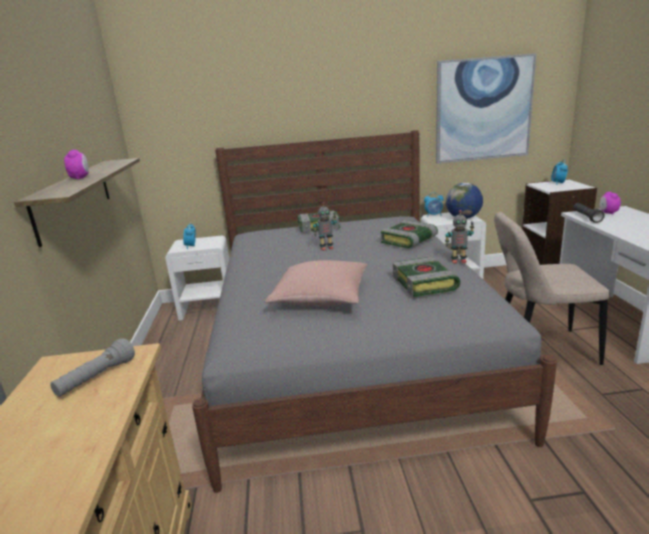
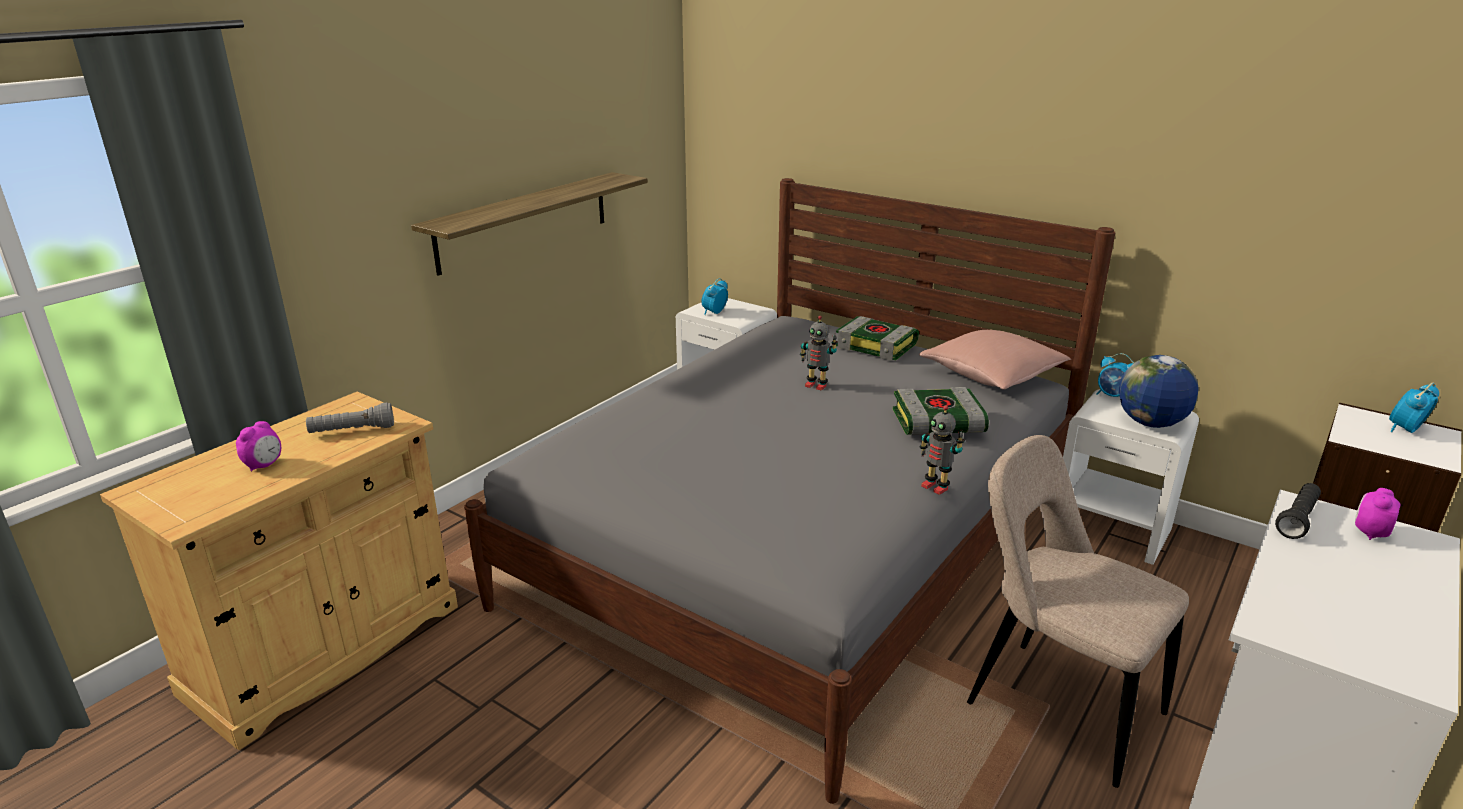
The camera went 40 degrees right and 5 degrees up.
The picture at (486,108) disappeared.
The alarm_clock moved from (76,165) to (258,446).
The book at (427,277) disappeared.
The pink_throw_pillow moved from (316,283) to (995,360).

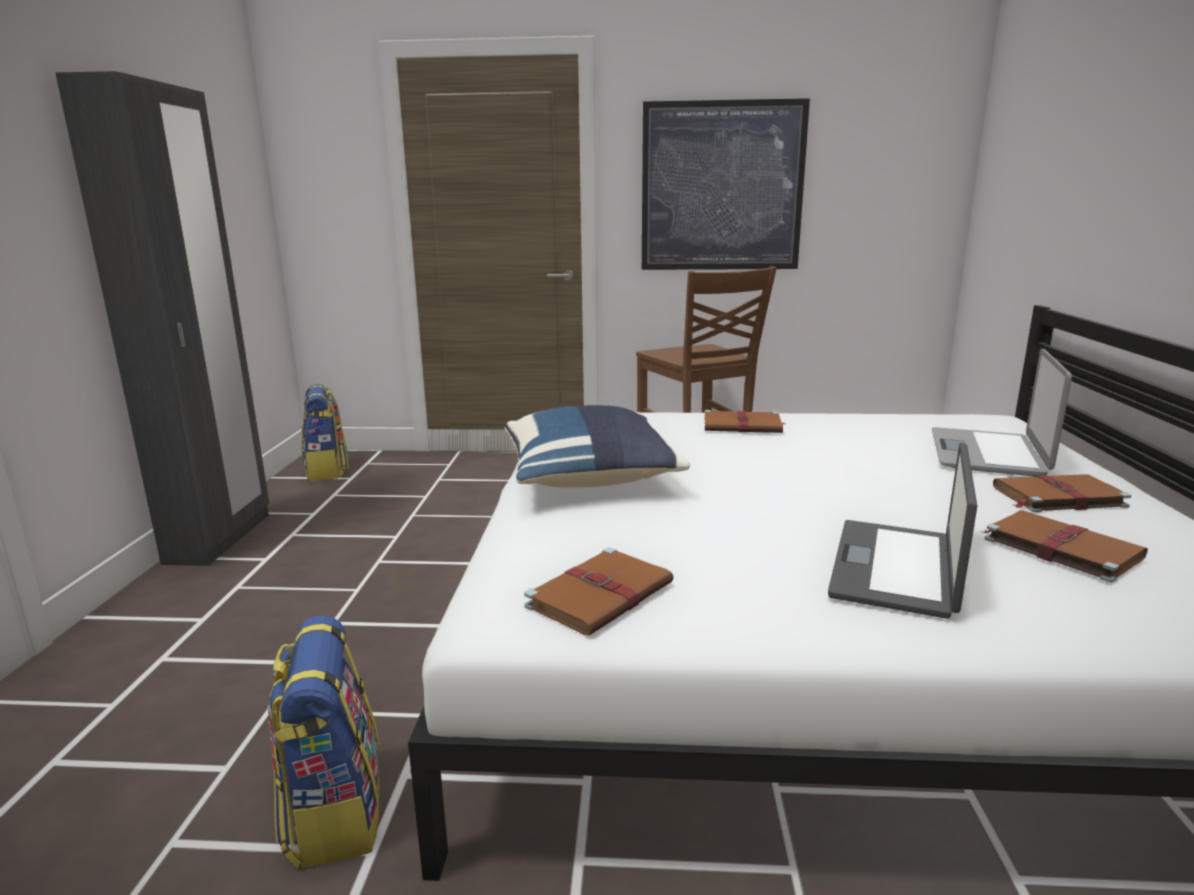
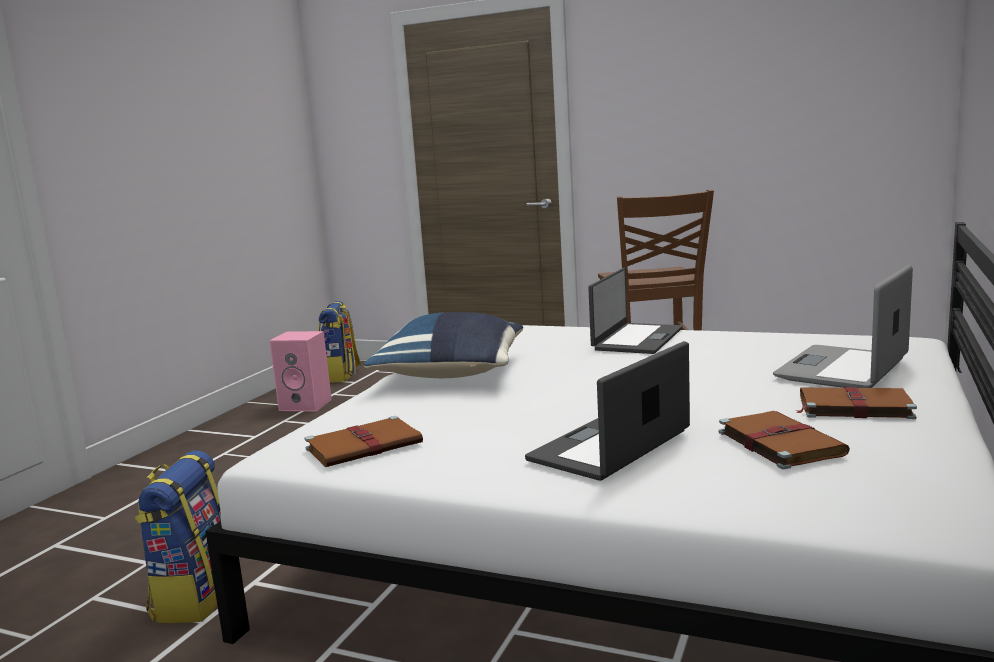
The camera went 20 degrees right and 5 degrees down.
The black_wardrobe at (162,318) disappeared.
The picture at (726,184) disappeared.
The brownish_book at (744,421) was replaced by the notebook_computer at (635,311).
The pink_speaker at (300,371) appeared.

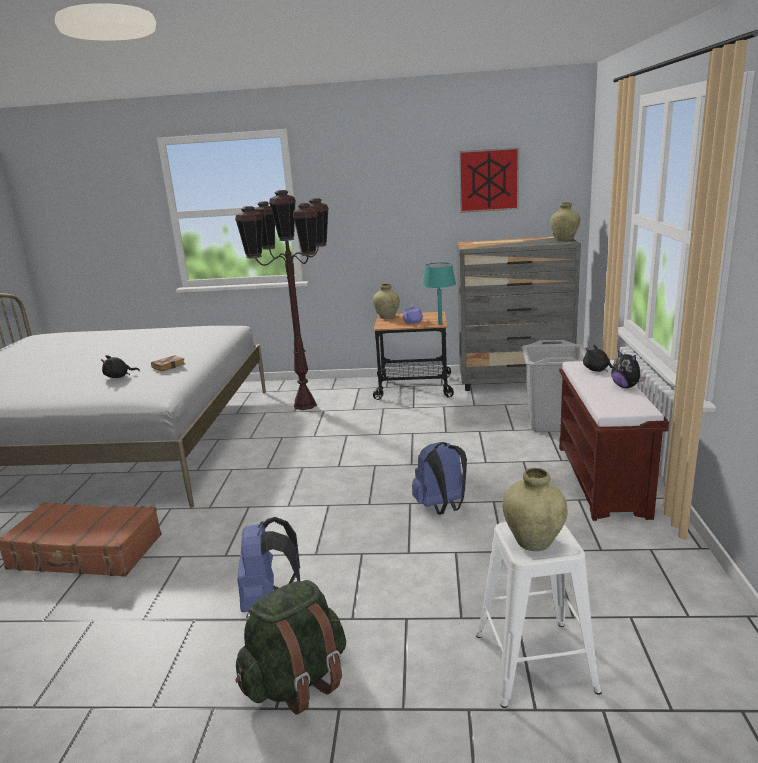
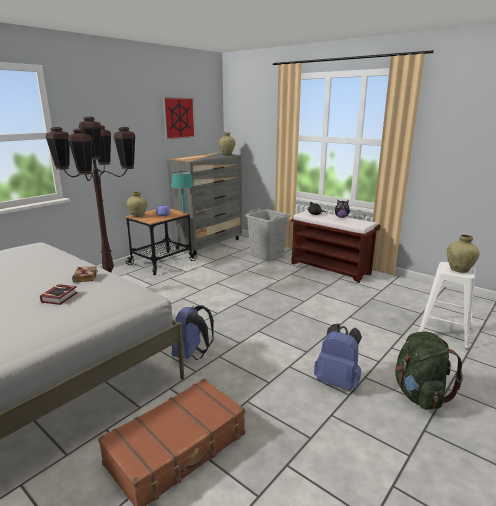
The camera went 55 degrees left and 0 degrees up.
The black_plush_toy at (120,366) was replaced by the book at (59,294).
The bluish_backpack moved from (439,478) to (192,332).

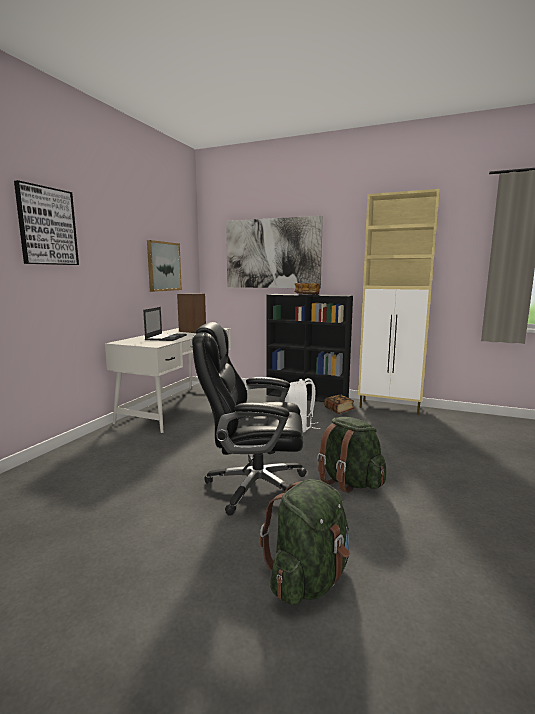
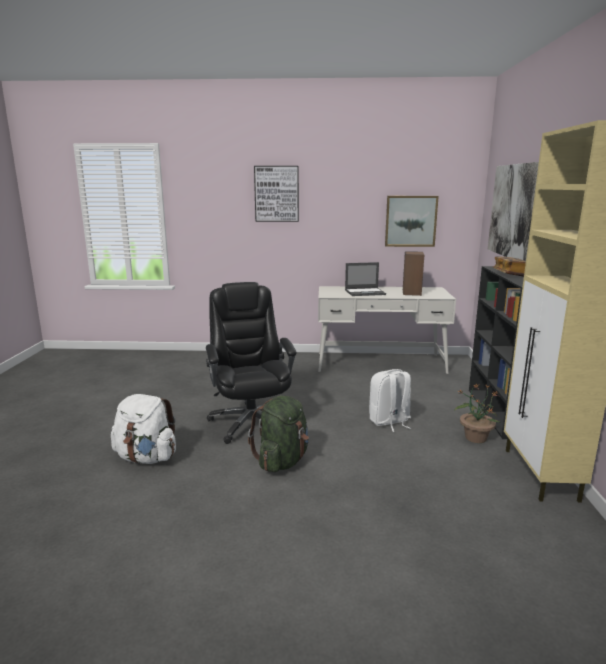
The camera went 70 degrees right and 5 degrees up.
The book at (339,404) was replaced by the houseplant at (477,413).
The green-coloured_backpack at (305,542) became the white_backpack at (143,429).

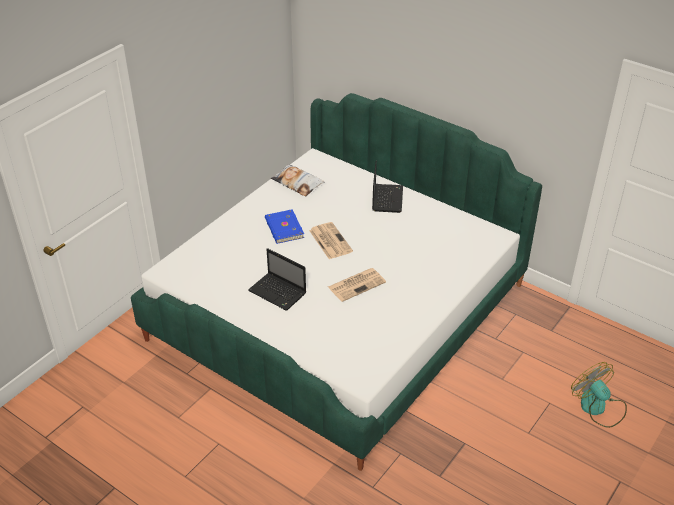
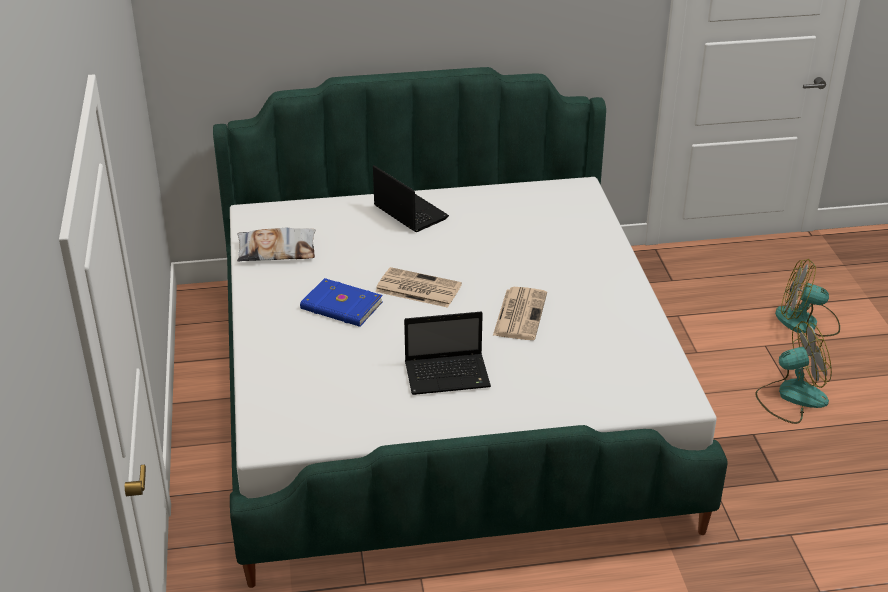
The camera went 45 degrees left and 5 degrees down.
The electric_fan at (793,372) appeared.

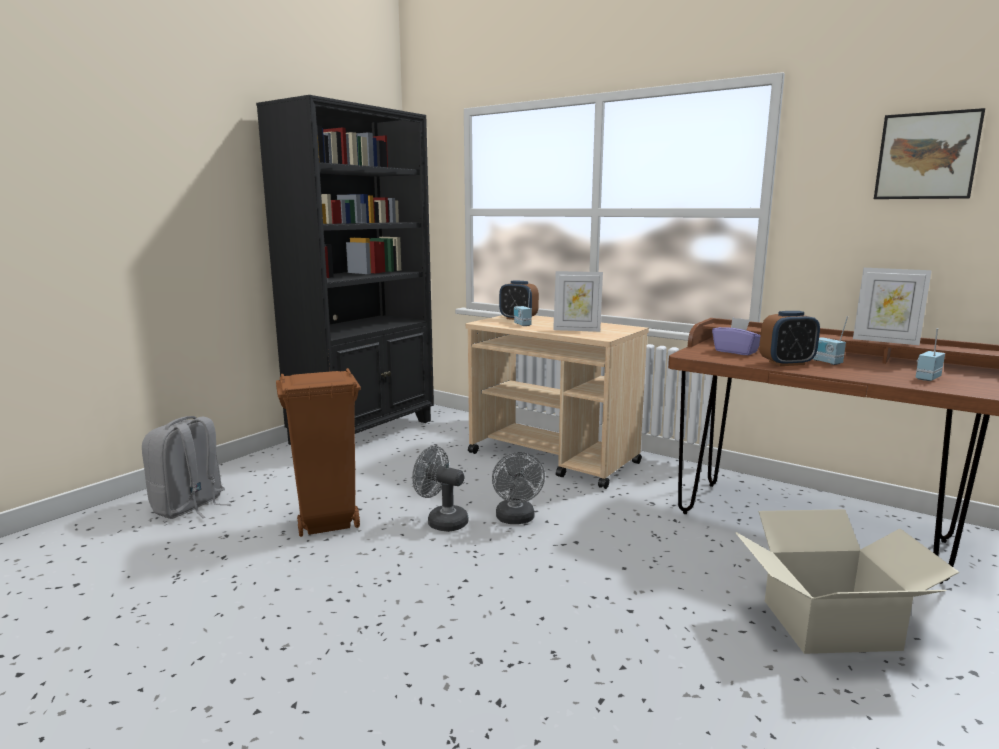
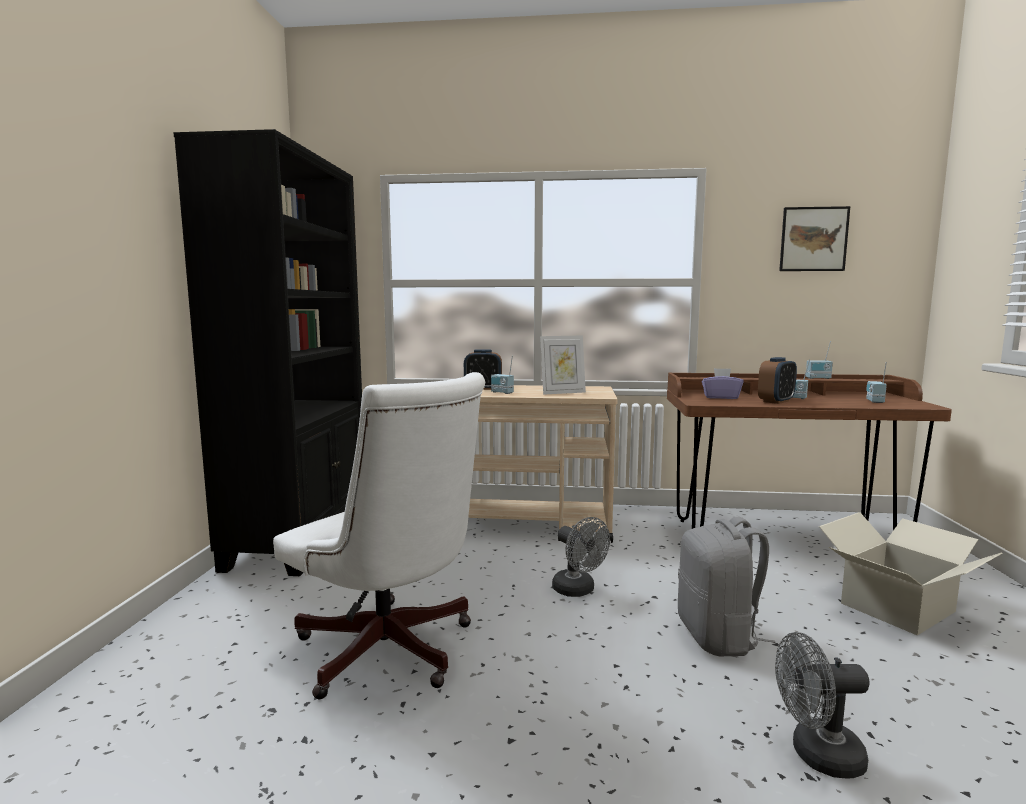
The camera went 30 degrees left and 5 degrees down.
The photo_frame at (892,306) was replaced by the radio at (819,360).
The brownish_trash_can at (318,452) was replaced by the white_computer_chair at (379,535).
The gray_backpack moved from (186,467) to (727,586).
The gray_electric_fan moved from (440,489) to (822,705).

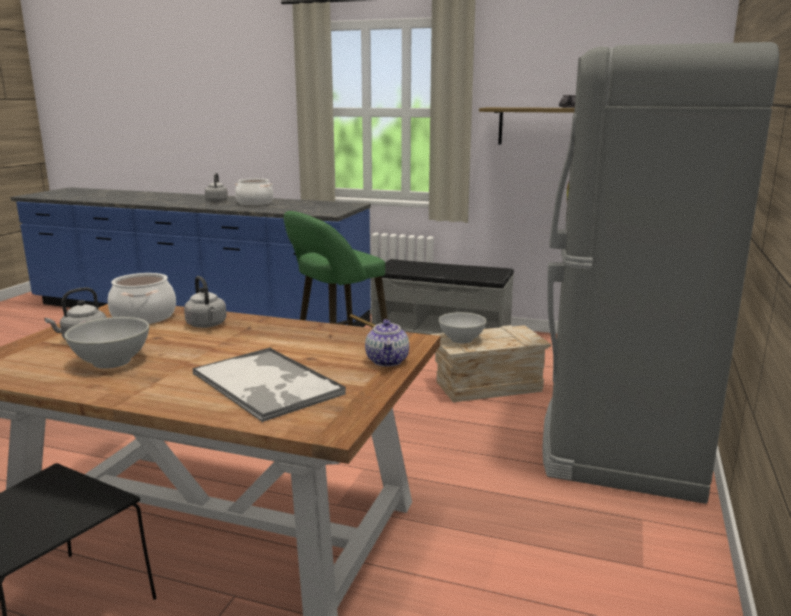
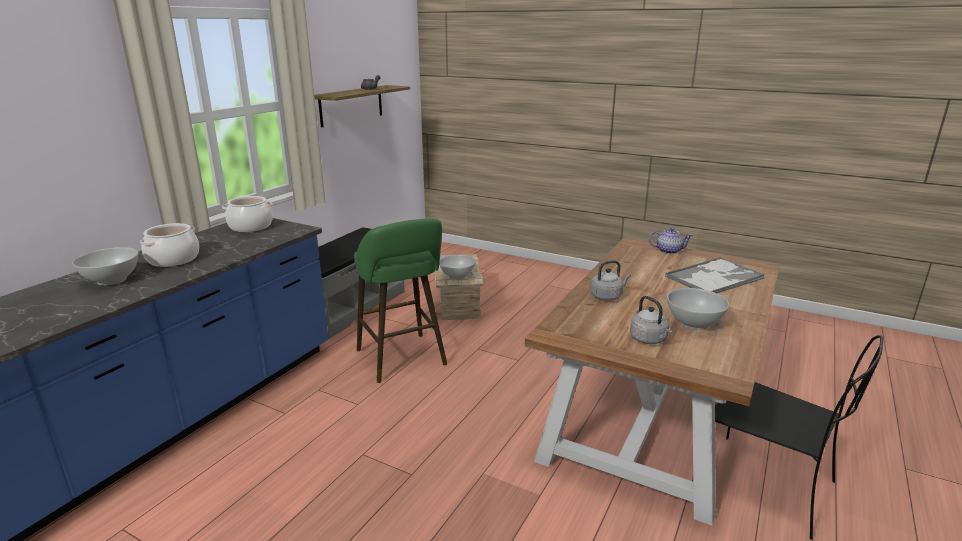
The camera went 80 degrees left and 5 degrees up.
The gray_kitchen_fridge at (661,273) disappeared.
The gray_water_kettle at (216,187) was replaced by the white_serving_bowl at (105,266).
The saucepot moved from (142,298) to (247,214).

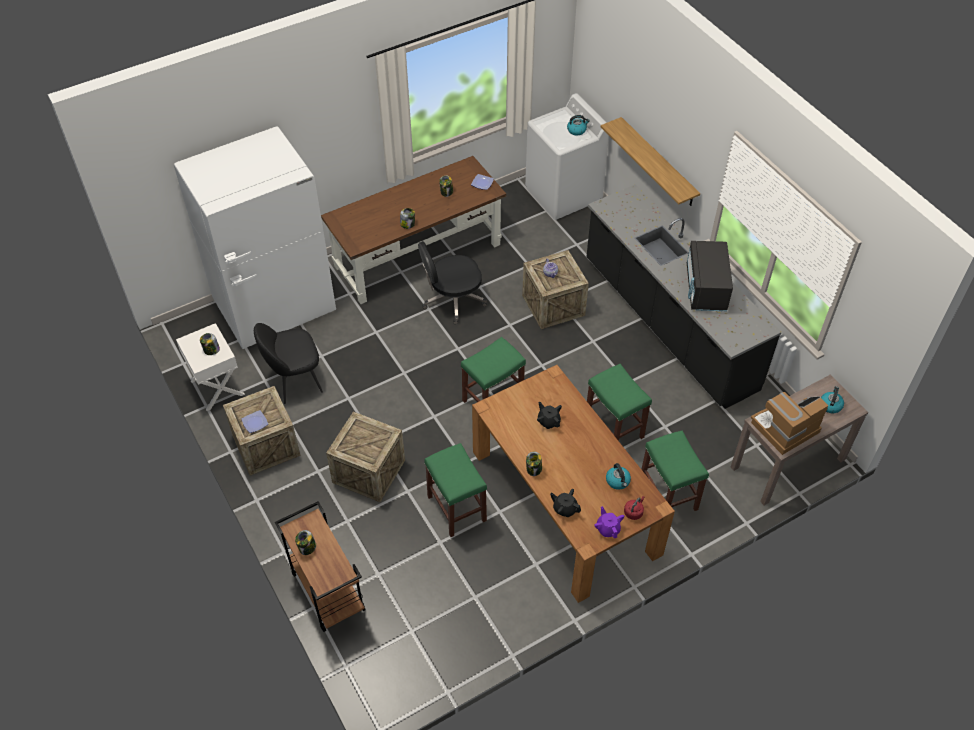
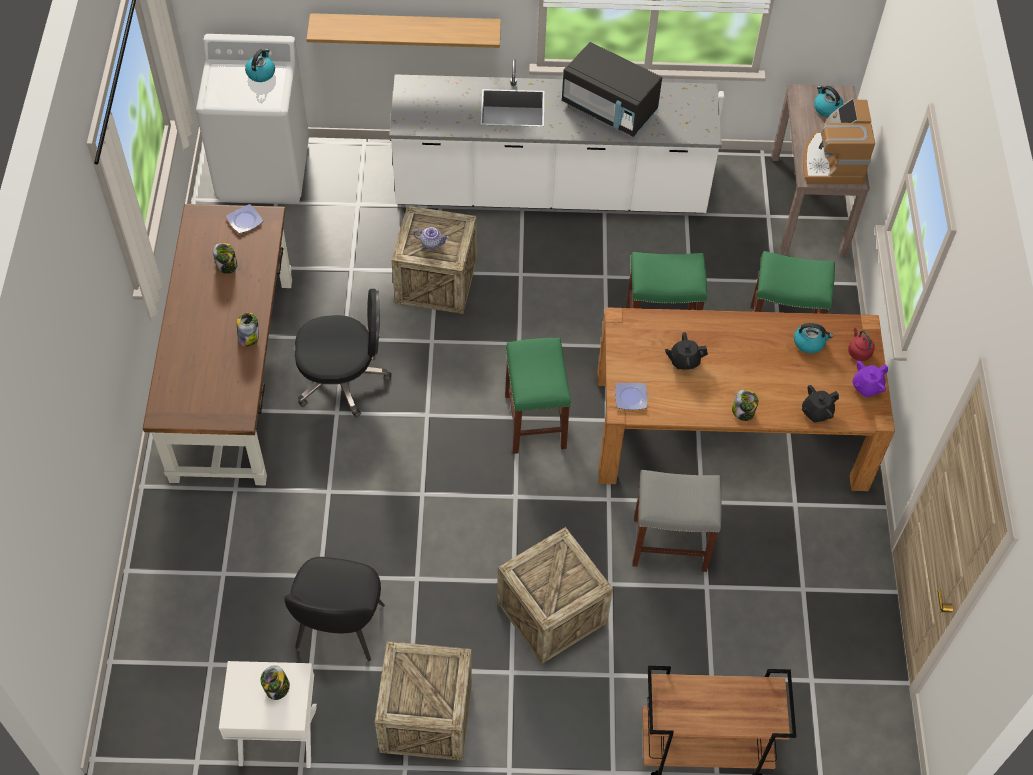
The camera went 60 degrees left and 5 degrees up.
The white_kitchen_fridge at (255,237) disappeared.
The black_kitchen_base_unit at (684,296) became the white_kitchen_base_unit at (555,136).
The black_computer_chair at (452,282) turned 105 degrees counterclockwise.
The dinner_plate moved from (255,421) to (631,396).
The green-coloured_stool at (455,490) became the gray_stool at (677,521).
The purple_tea_pot at (609,522) turned 45 degrees counterclockwise.
The storage_jar at (305,542) disappeared.

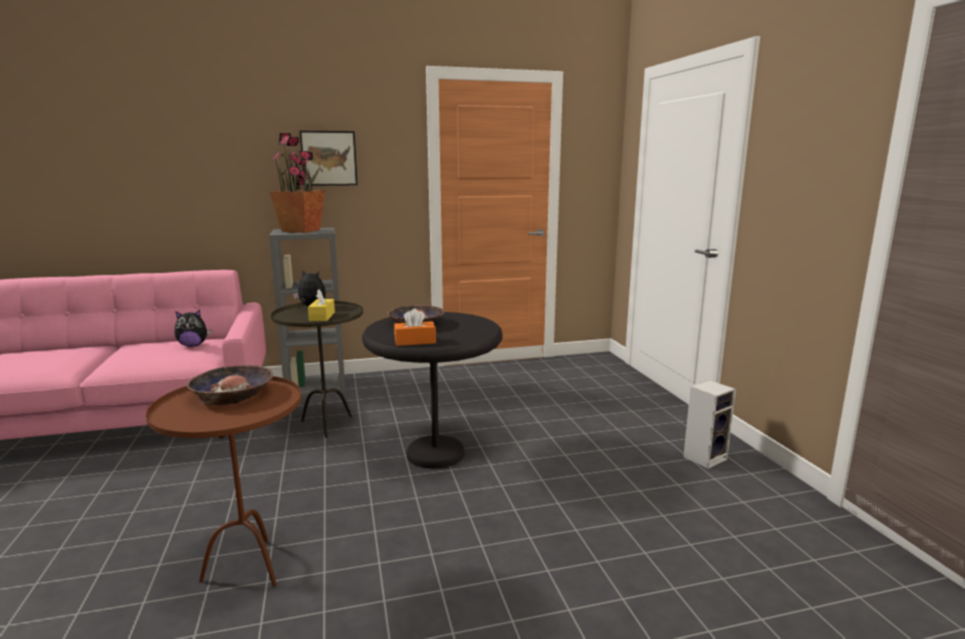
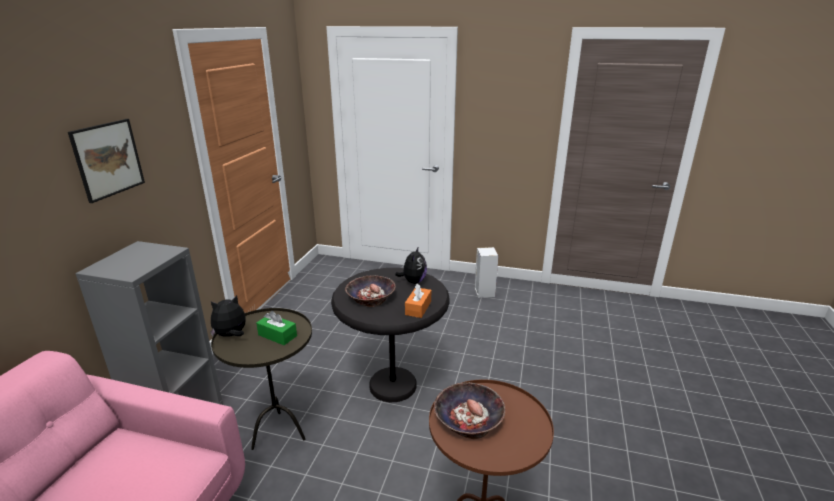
The camera went 60 degrees left and 10 degrees up.
The houseplant at (297,183) disappeared.
The yellowish_tissue_box at (321,305) became the green-coloured_tissue_box at (276,328).
The plush_toy moved from (193,328) to (411,265).

